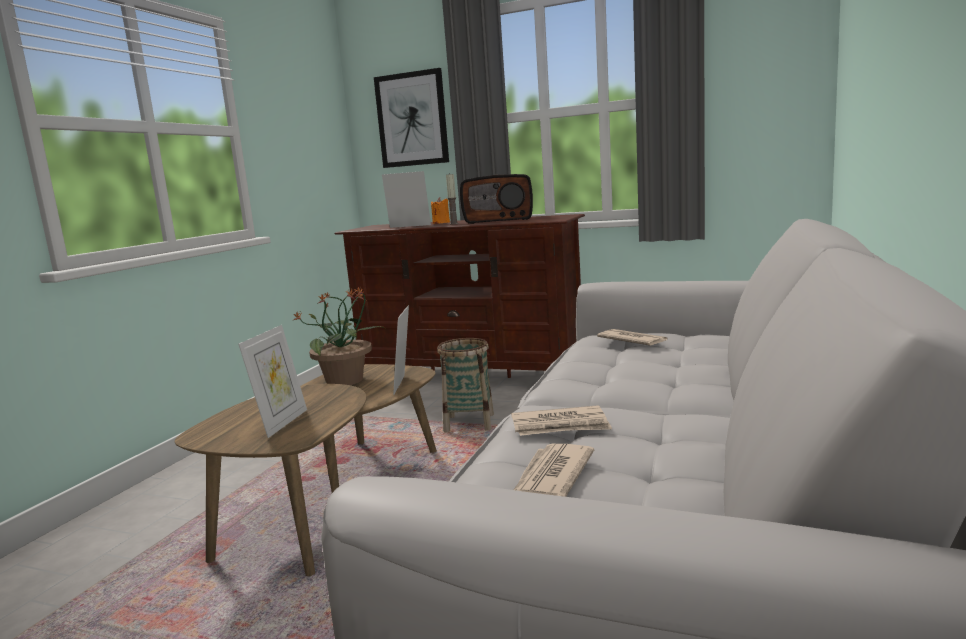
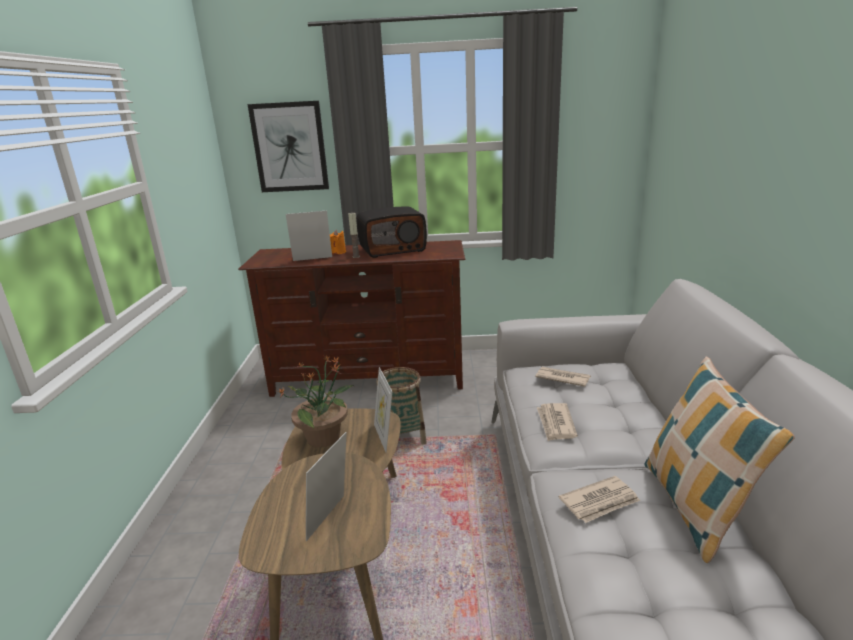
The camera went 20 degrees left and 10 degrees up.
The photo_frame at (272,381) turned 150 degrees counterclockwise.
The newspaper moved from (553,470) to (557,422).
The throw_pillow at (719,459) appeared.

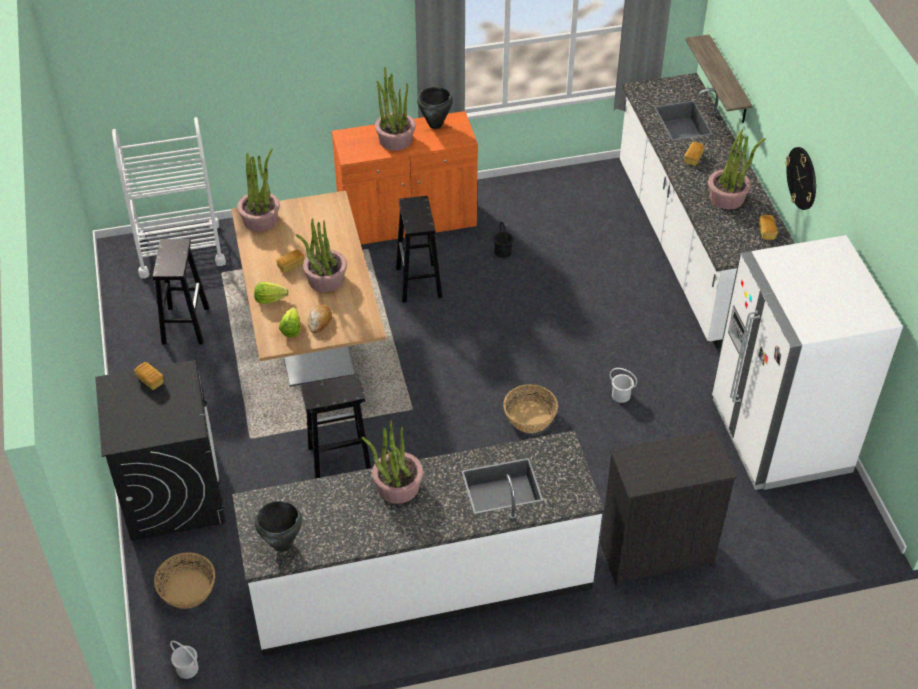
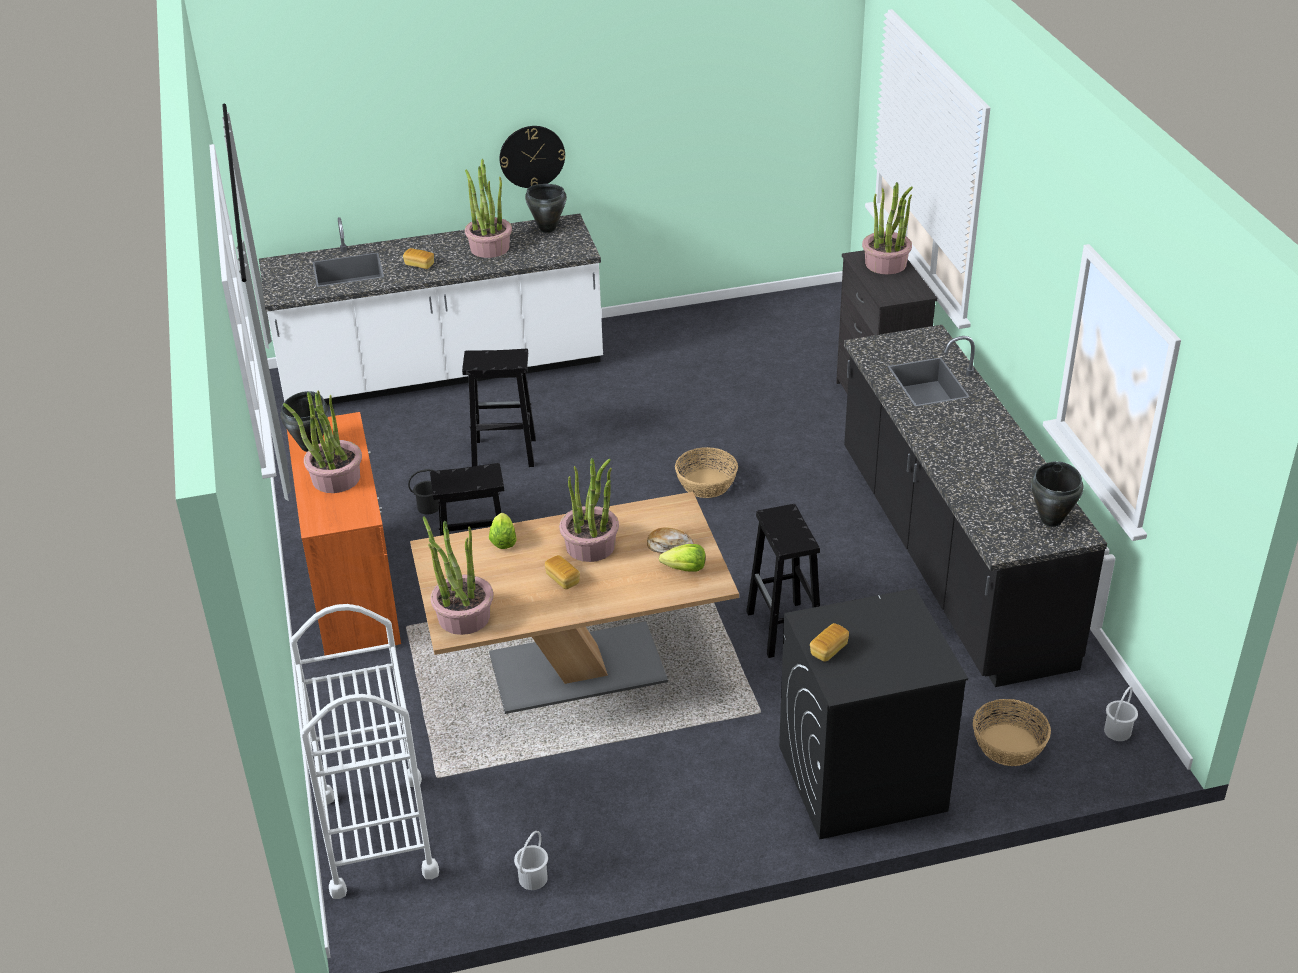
The camera went 90 degrees left and 10 degrees down.
The wall_shelf at (719,78) disappeared.
The bakery_bread at (768,227) was replaced by the black_saucepot at (546,208).
The white_kitchen_fridge at (807,362) disappeared.
The black_stool moved from (181,292) to (499,408).
The lettuce moved from (271,293) to (502,531).
The white_pail moved from (623,385) to (531,860).
The houseplant moved from (392,462) to (887,228).
The white_kitchen_base_unit at (418,543) became the black_kitchen_base_unit at (975,506).

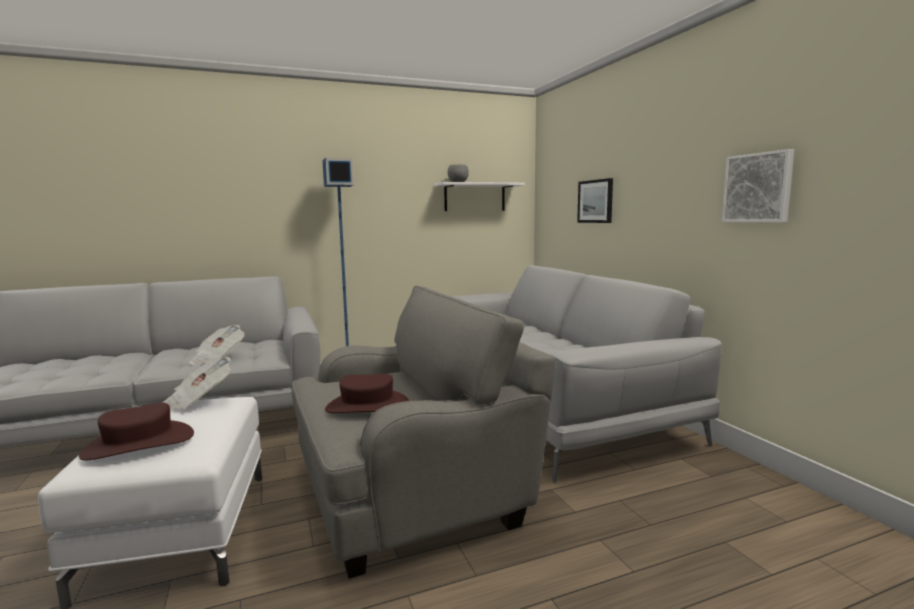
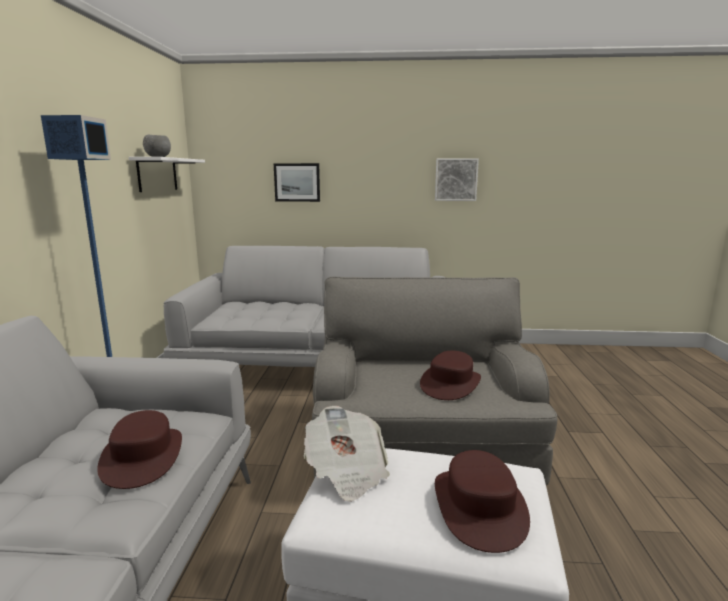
The camera went 65 degrees left and 5 degrees up.
The newspaper at (217,345) was replaced by the brownish_clothing_hat at (139,449).

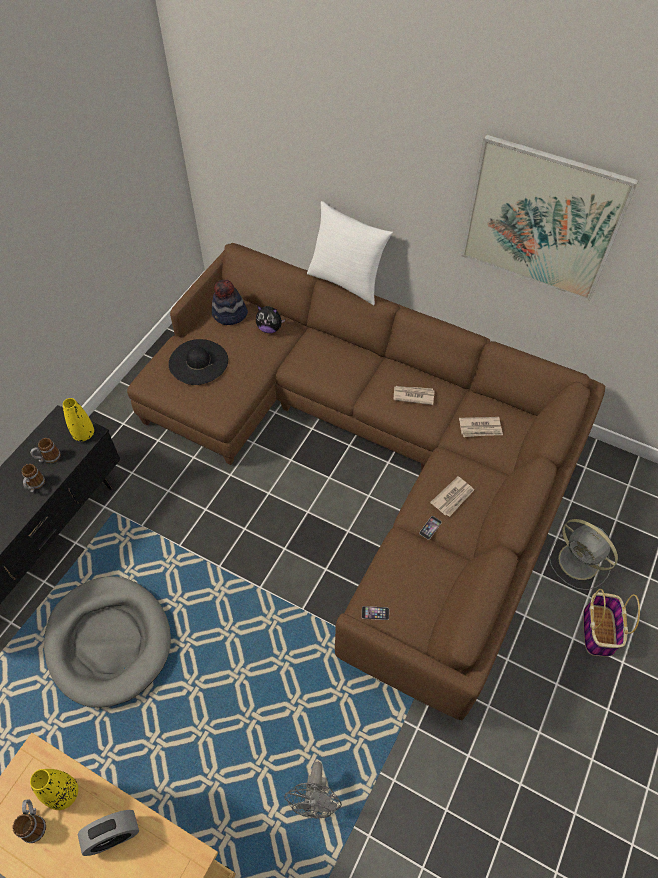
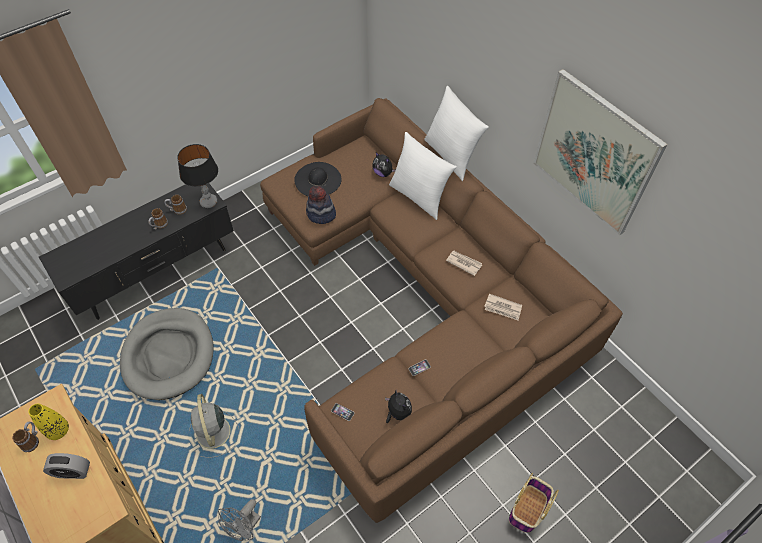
The camera went 25 degrees right and 0 degrees up.
The clothing_hat moved from (230,302) to (321,205).
The yellowish_flower_vase at (78,419) was replaced by the tabletop_lamp at (197,176).
The newspaper at (452,496) disappeared.
The gray_electric_fan moved from (583,554) to (214,426).
The white_throw_pillow at (423,176) appeared.
The plush_toy at (398,406) appeared.

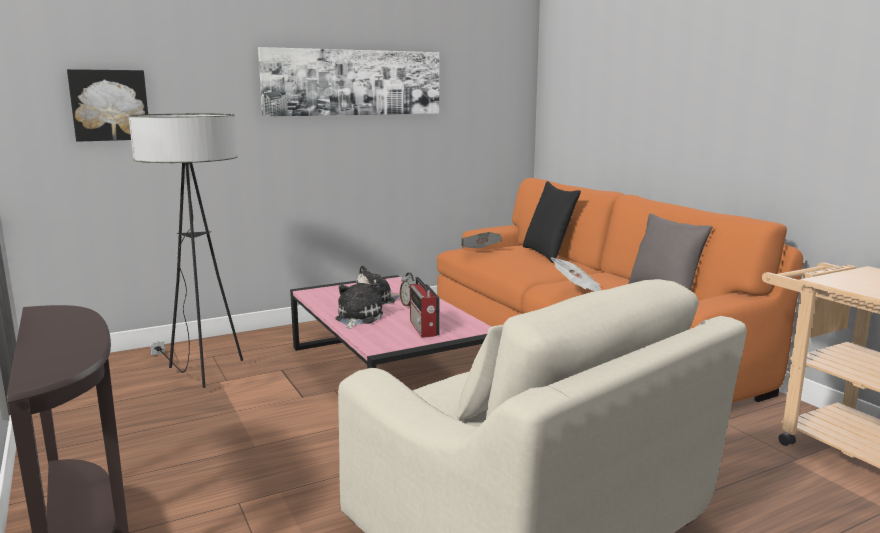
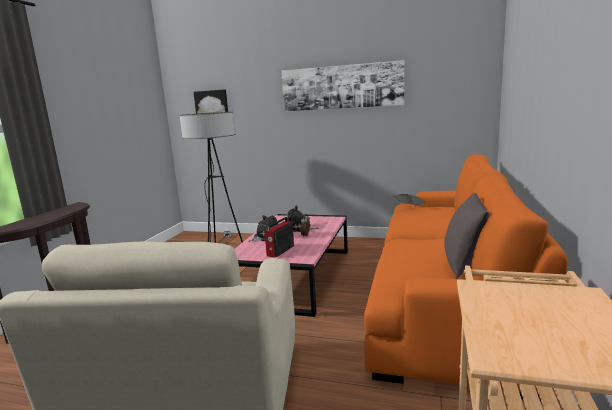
The camera went 45 degrees right and 0 degrees up.
The black_throw_pillow at (552,222) disappeared.
The newspaper at (576,274) disappeared.

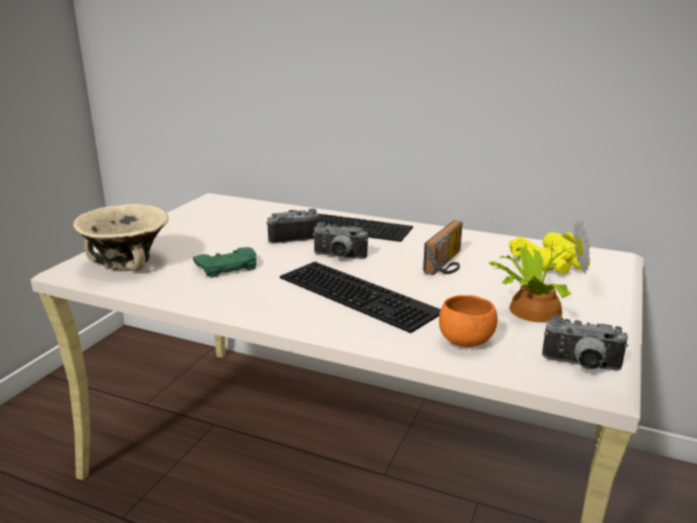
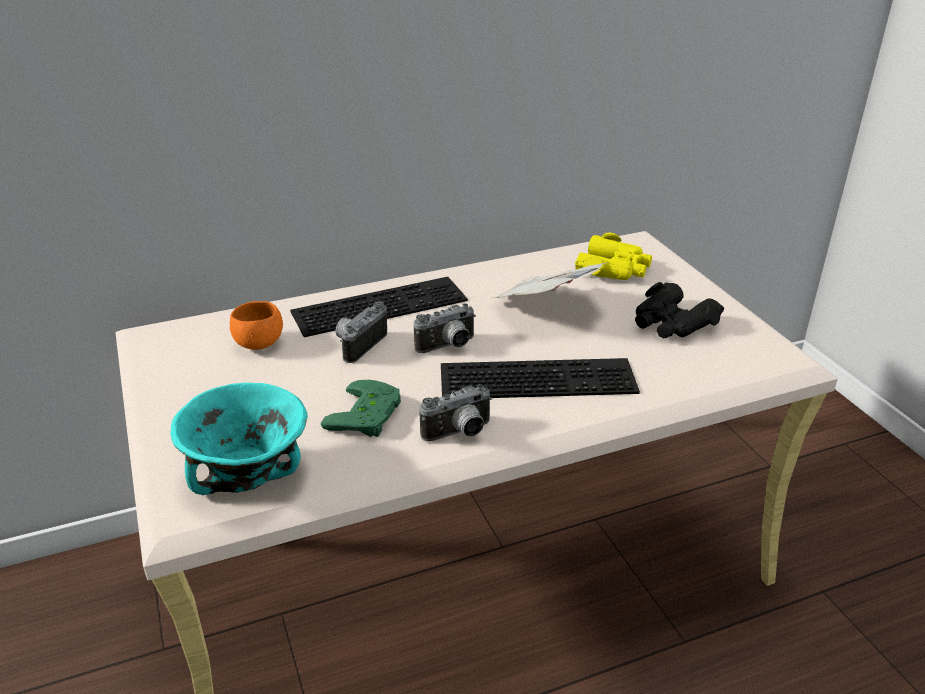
The camera went 45 degrees left and 10 degrees up.
The beige_serving_bowl at (121,237) became the turquoise_serving_bowl at (239,439).
The radio at (443,247) was replaced by the newspaper at (550,280).
The houseplant at (539,271) was replaced by the black_binoculars at (679,310).
The orangey_serving_bowl moved from (468,321) to (256,325).
The photo_camera moved from (585,343) to (455,413).

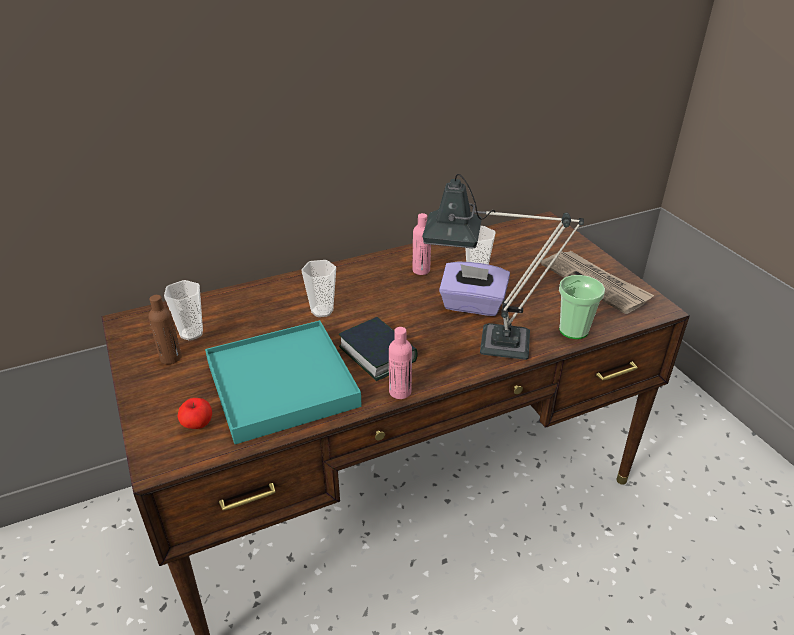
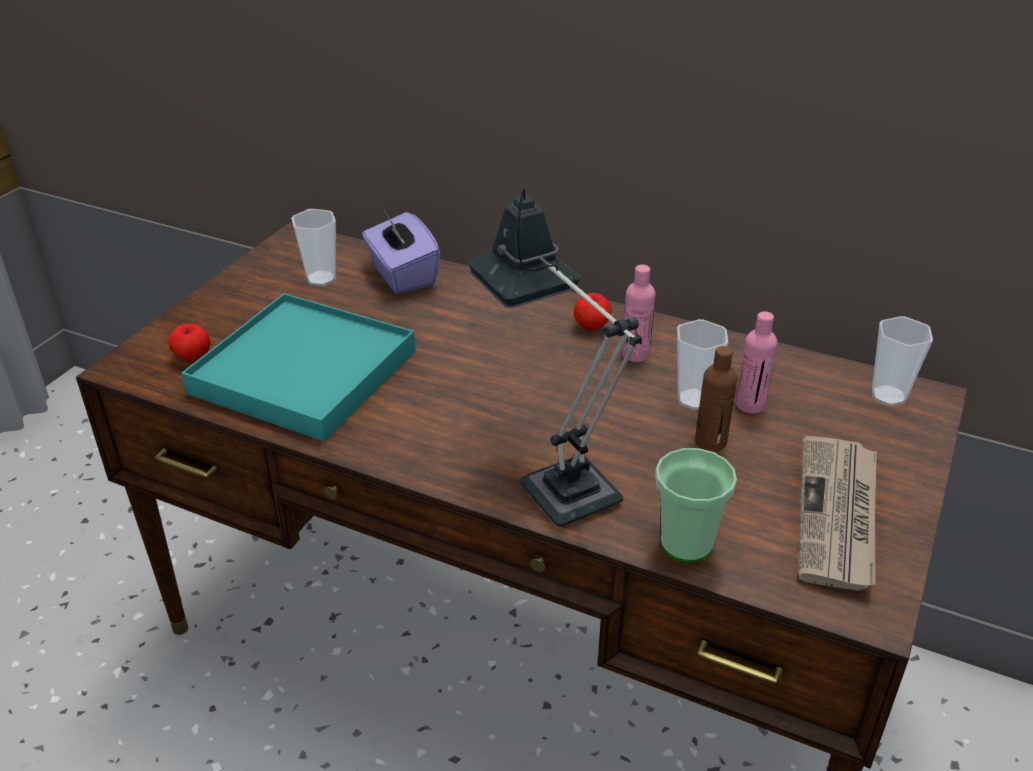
The camera went 50 degrees right and 0 degrees up.
The drinking_cup moved from (318,288) to (902,361).
The purple_tissue_box moved from (474,289) to (401,252).
The brownish_beverage_bottle moved from (165,329) to (716,398).
The book at (378,349) disappeared.
The pink_beverage_bottle moved from (400,363) to (757,362).
The whole_apple at (593,312) appeared.

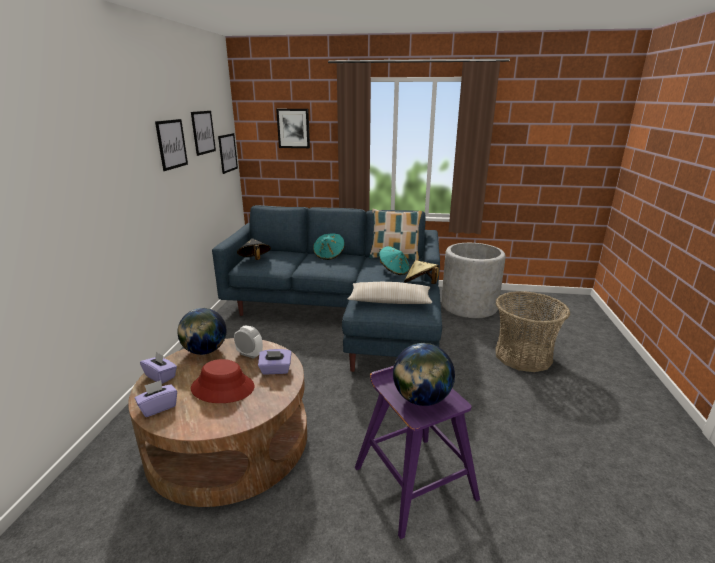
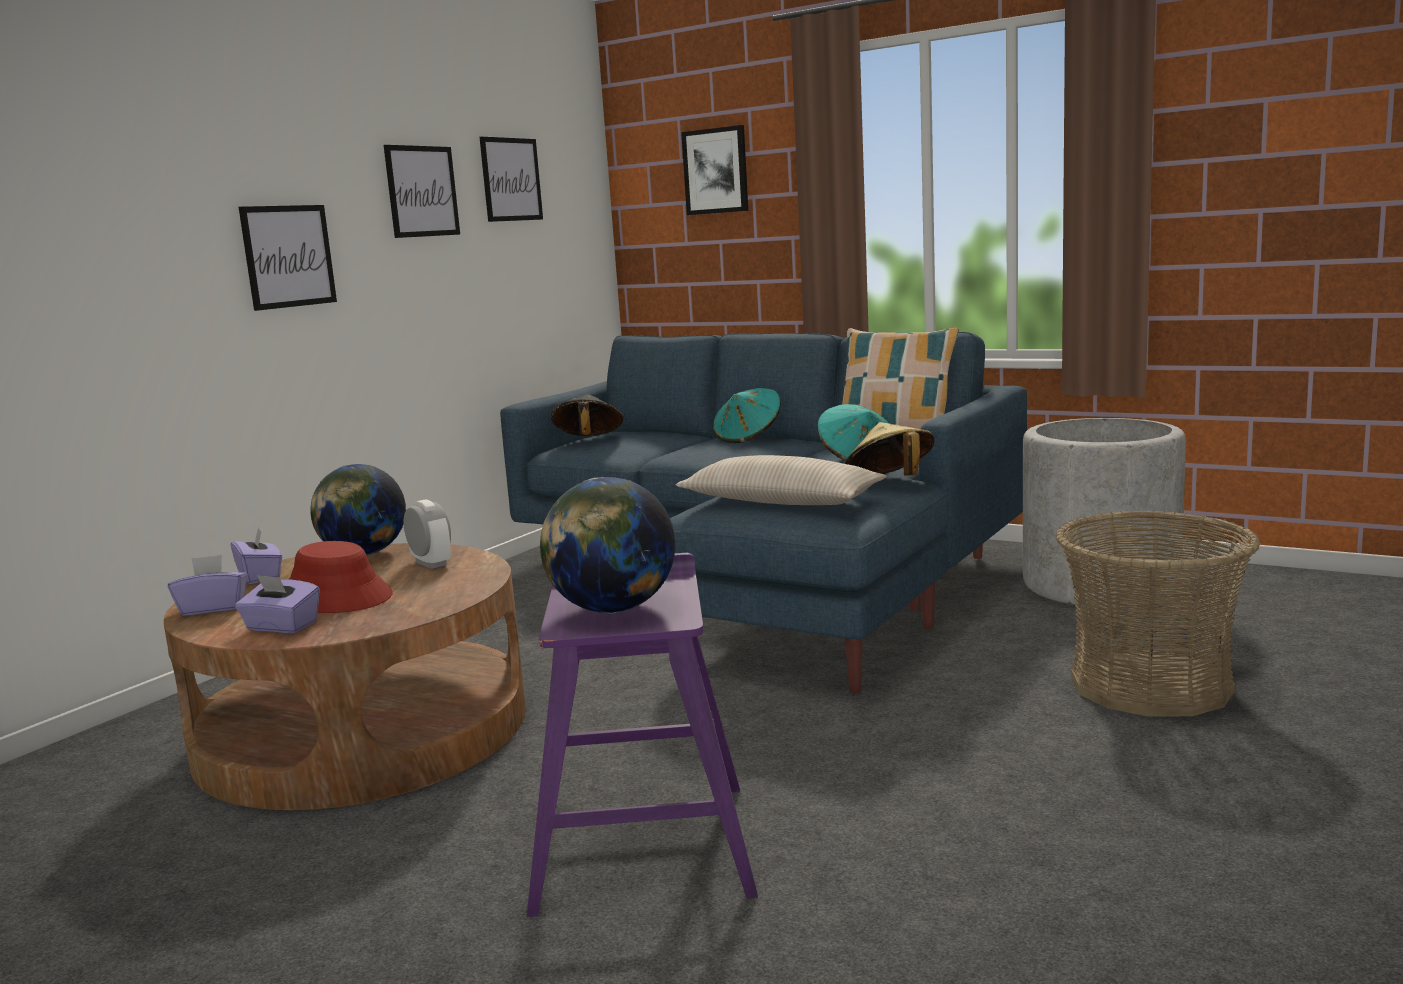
The camera went 25 degrees right and 10 degrees down.
The picture moved from (228,153) to (288,258).
The purple_tissue_box moved from (275,362) to (277,604).

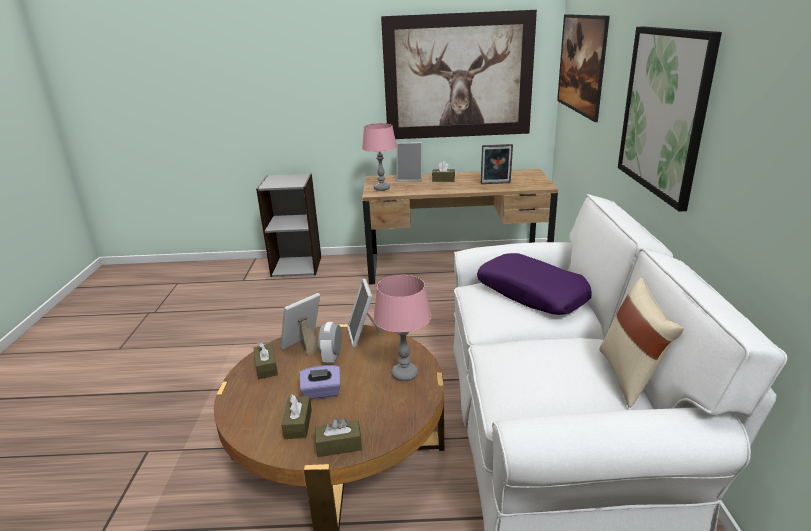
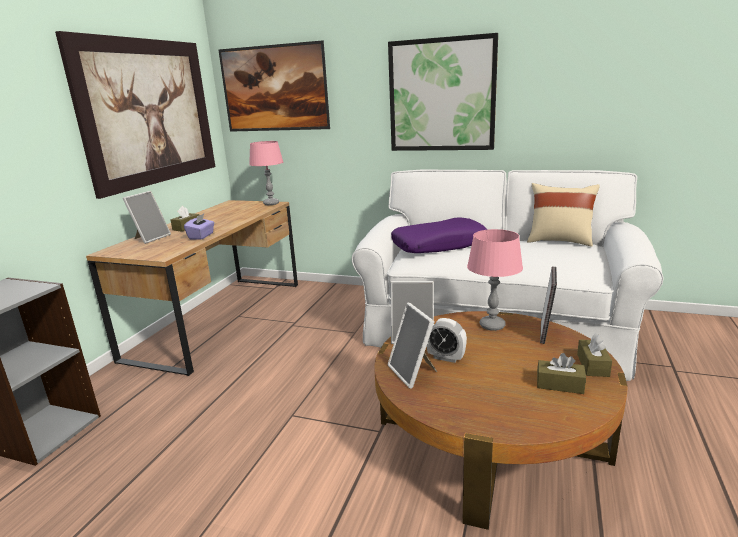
The camera went 70 degrees left and 5 degrees down.
The pink_tabletop_lamp moved from (379,157) to (266,173).
The photo_frame moved from (497,164) to (548,305).
The brownish_tissue_box at (265,360) disappeared.
The purple_tissue_box moved from (320,382) to (199,227).

